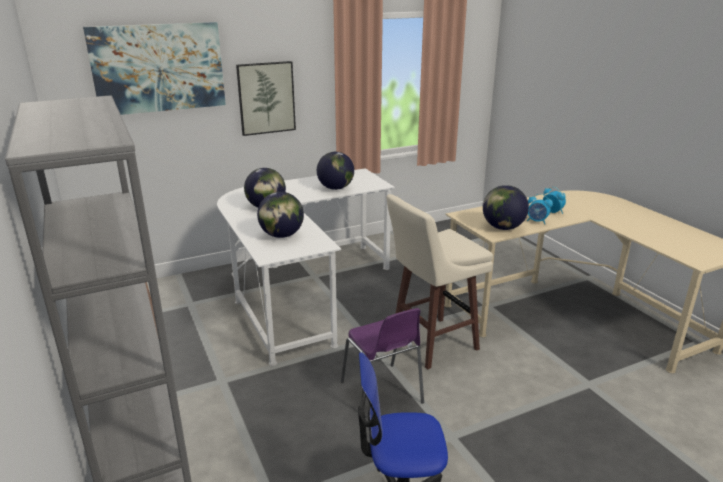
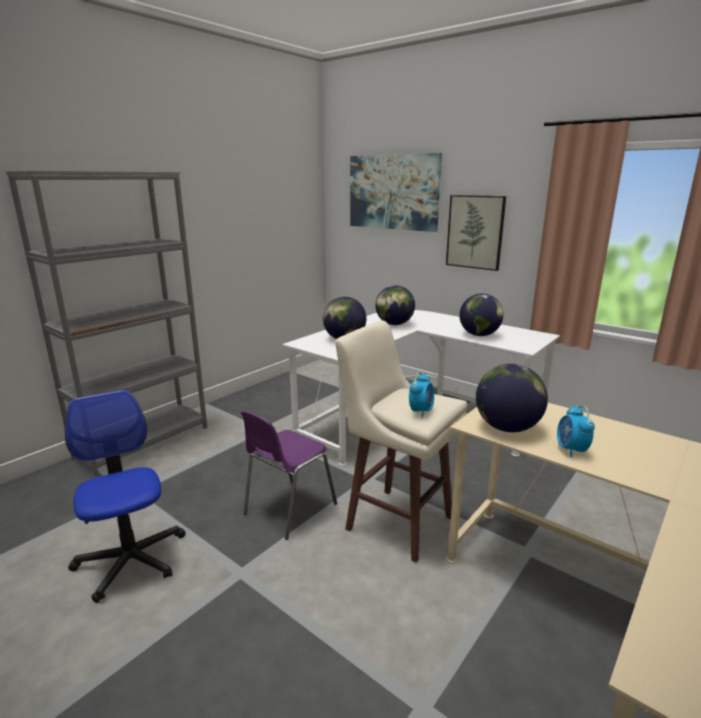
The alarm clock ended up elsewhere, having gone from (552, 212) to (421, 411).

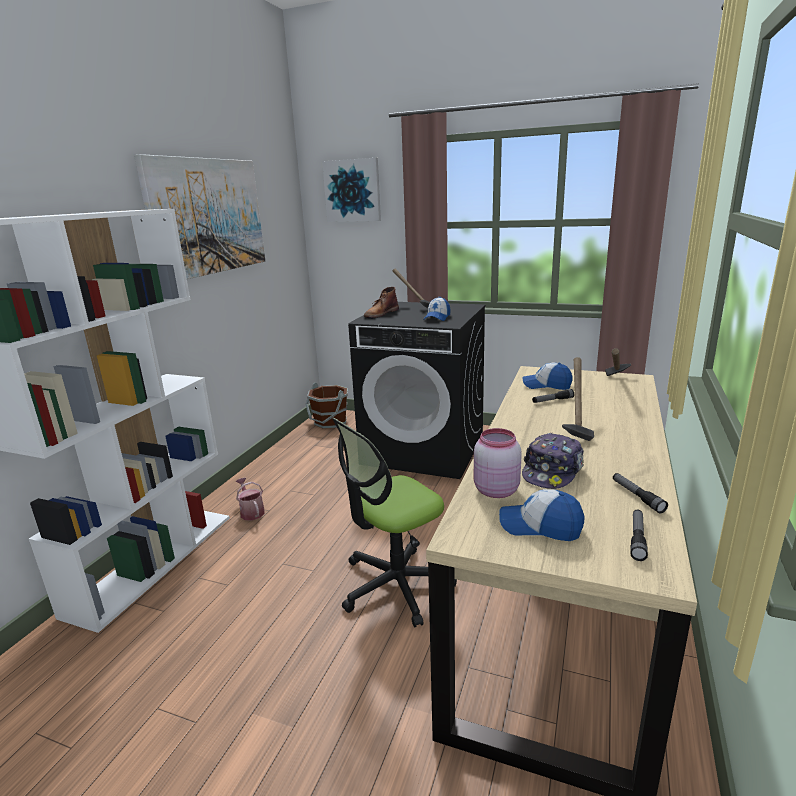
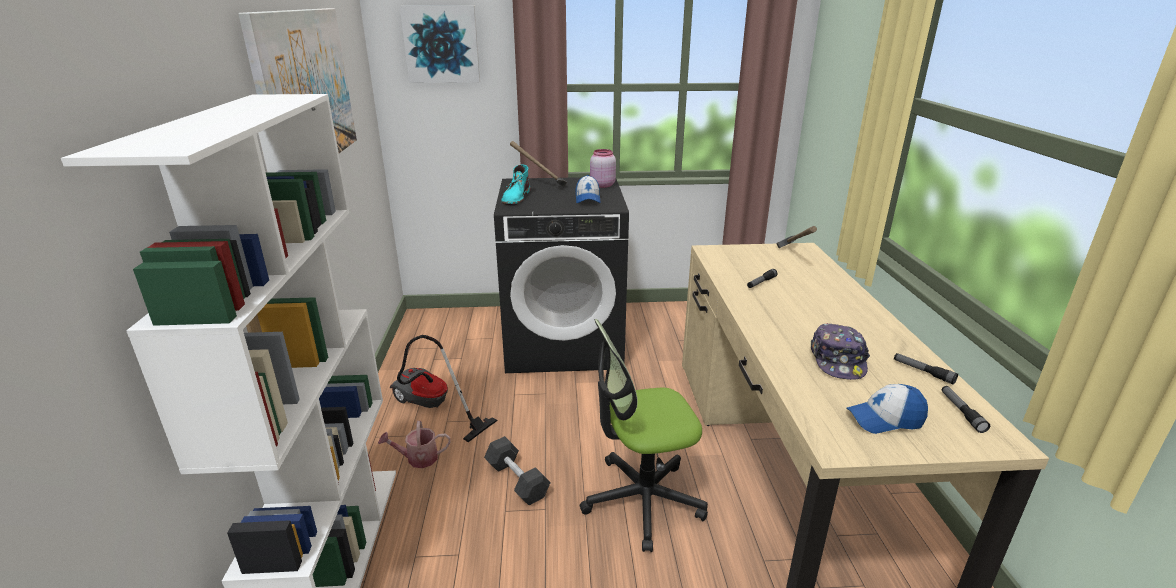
What was the brown boot at (381, 313) turned into the turquoise boot at (516, 197).
The second view lost the hammer at (574, 426).
The second view lost the cap at (546, 385).
The second view lost the brown bucket at (330, 422).
The office chair at (395, 585) ended up facing another way, 45 degrees clockwise from before.
The pink jar ended up elsewhere, having gone from (495, 490) to (601, 185).
The watering can at (251, 511) ended up facing another way, 45 degrees counterclockwise from before.
The second view gained the vacuum cleaner at (431, 408).
The second view gained the black dumbbell at (517, 480).

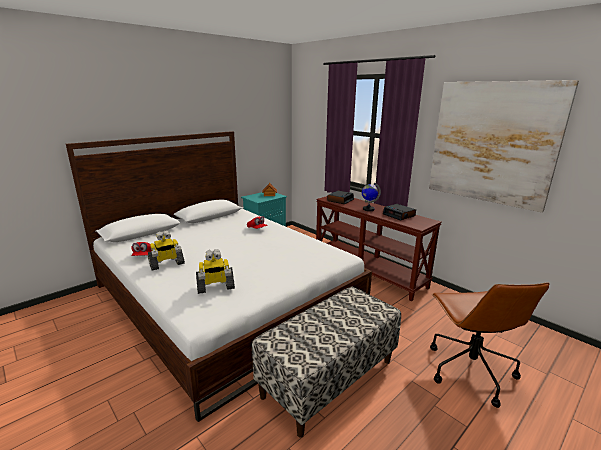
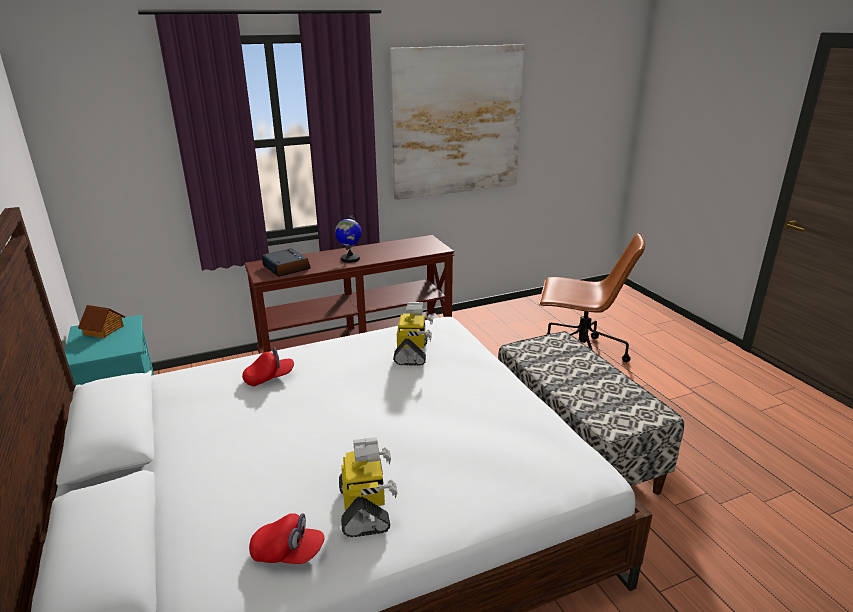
The second view lost the alarm clock at (399, 215).
The toy robot ended up elsewhere, having gone from (215, 287) to (412, 353).

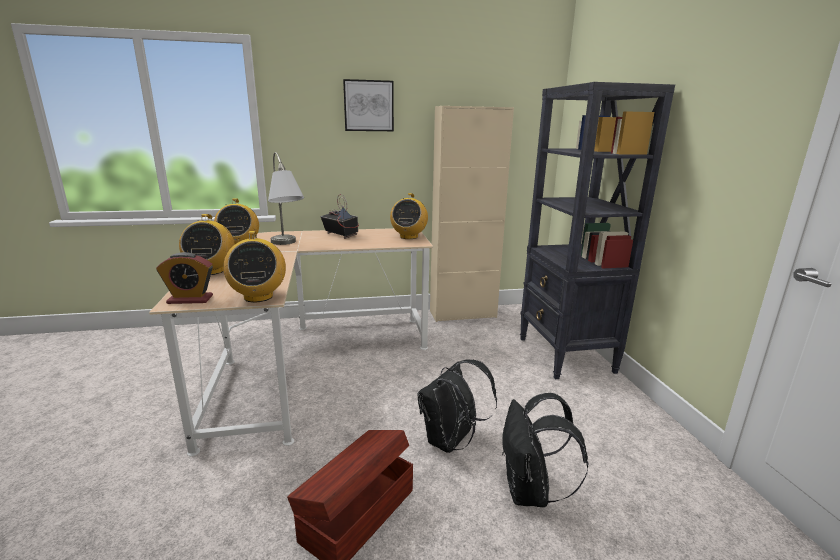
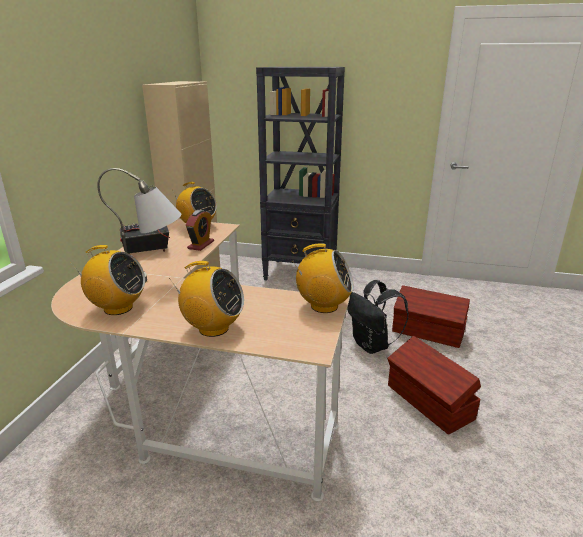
The second view lost the picture at (368, 106).
The alarm clock ended up elsewhere, having gone from (190, 299) to (201, 245).
Where the black backpack stood at (530, 492), the brown storage box came to stand at (428, 333).

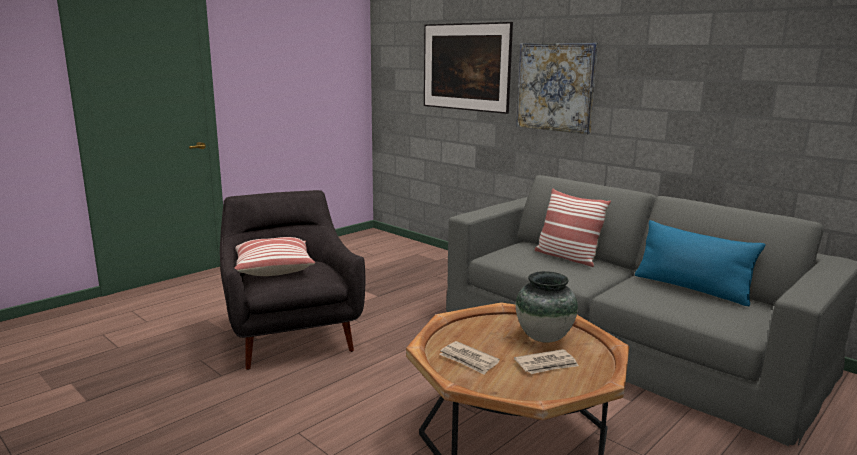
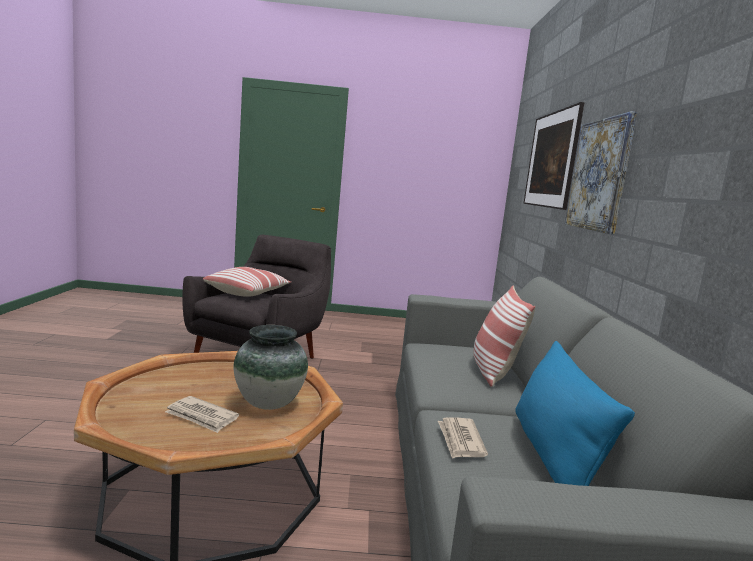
The newspaper ended up elsewhere, having gone from (468, 360) to (460, 440).

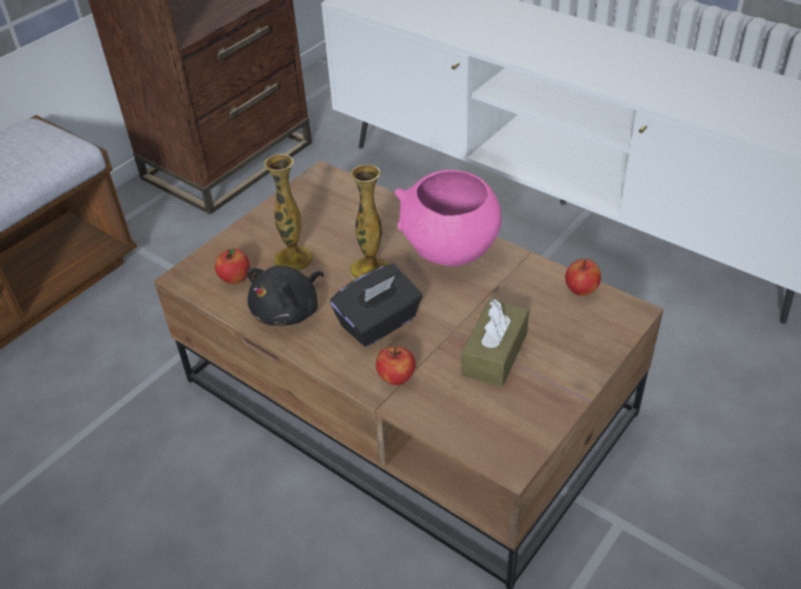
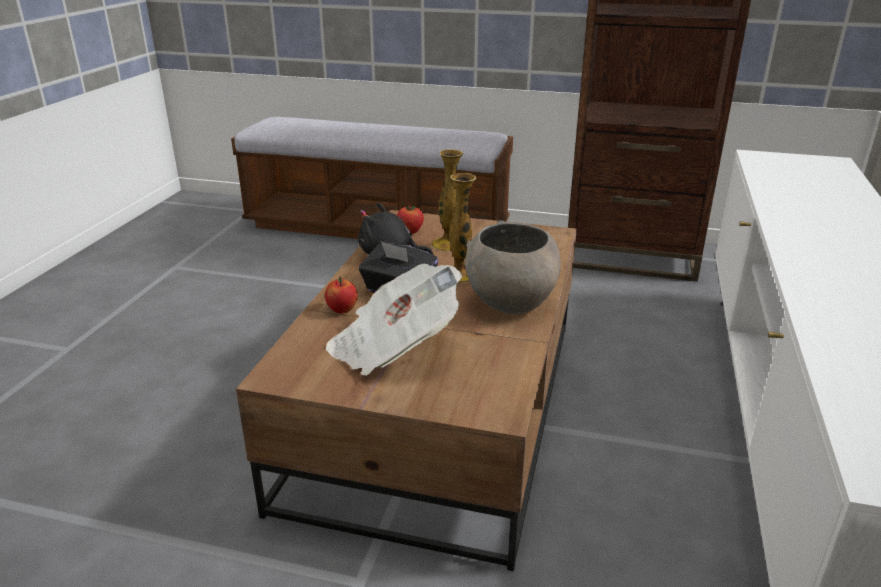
What was the pink bowl at (450, 252) turned into the grey bowl at (510, 303).
The second view lost the apple at (581, 290).
Where the brown tissue box stood at (495, 354), the newspaper came to stand at (394, 347).

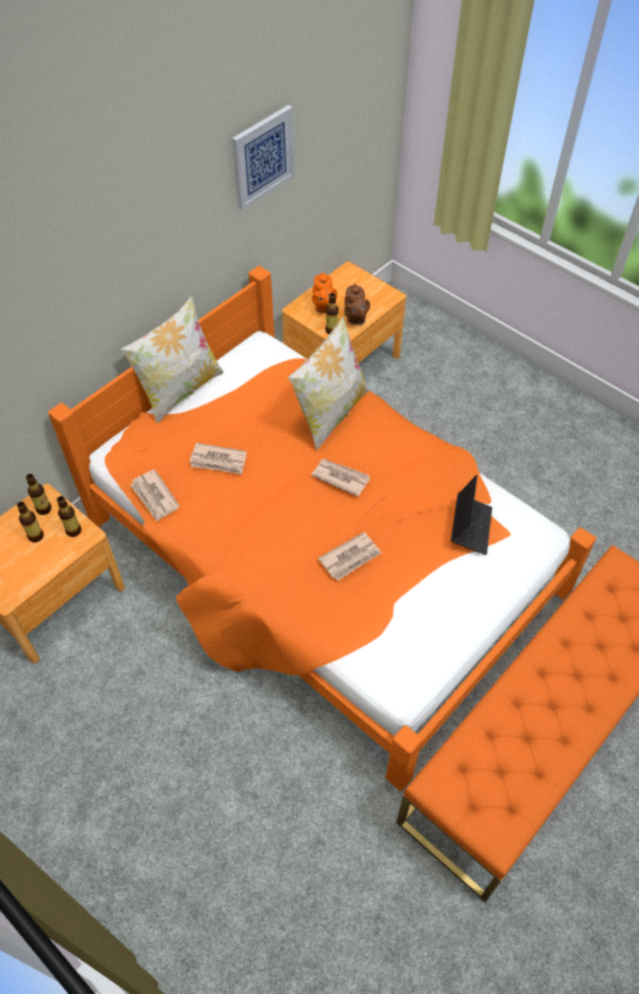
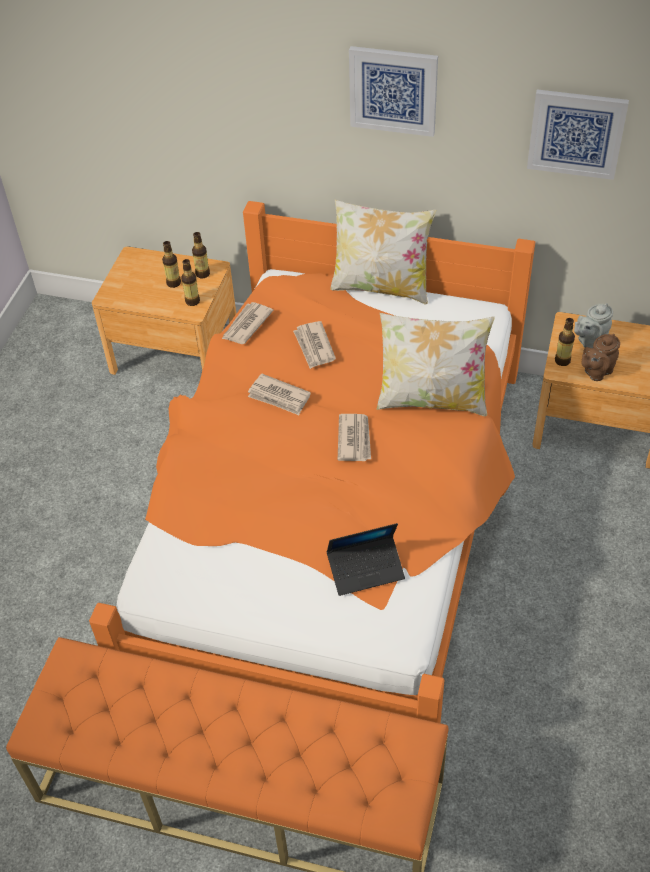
What was the orange teapot at (323, 307) turned into the grey teapot at (589, 341).
The newspaper ended up elsewhere, having gone from (351, 558) to (279, 397).
The second view gained the picture at (393, 90).

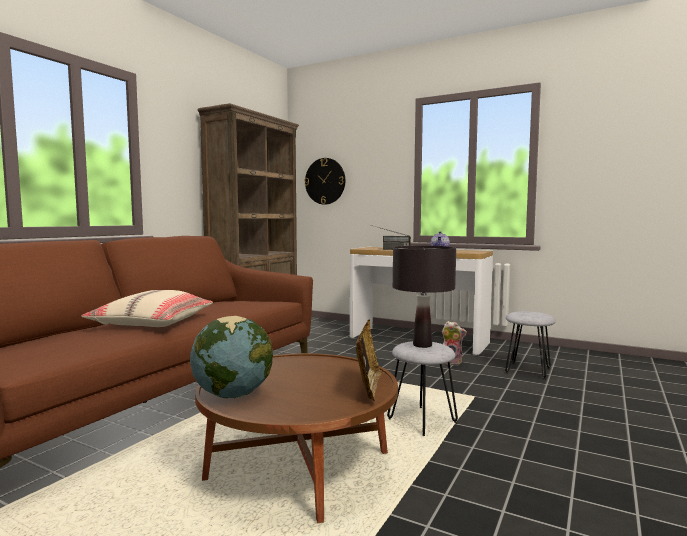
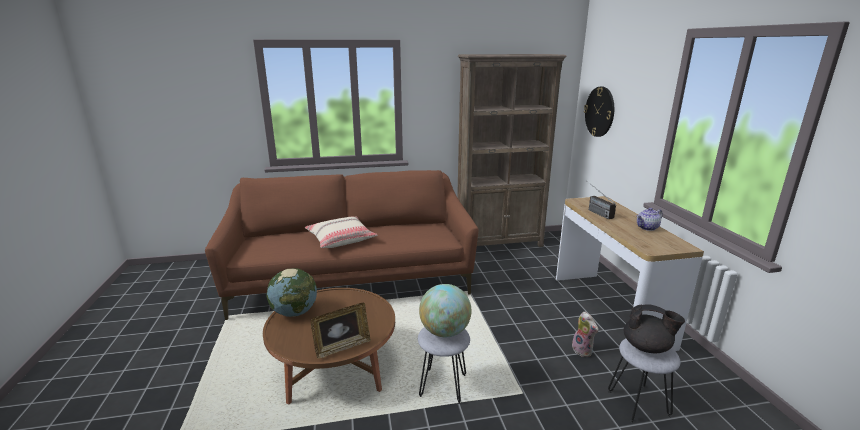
Where the black table lamp stood at (422, 345), the globe came to stand at (444, 332).
The second view gained the black teapot at (647, 347).

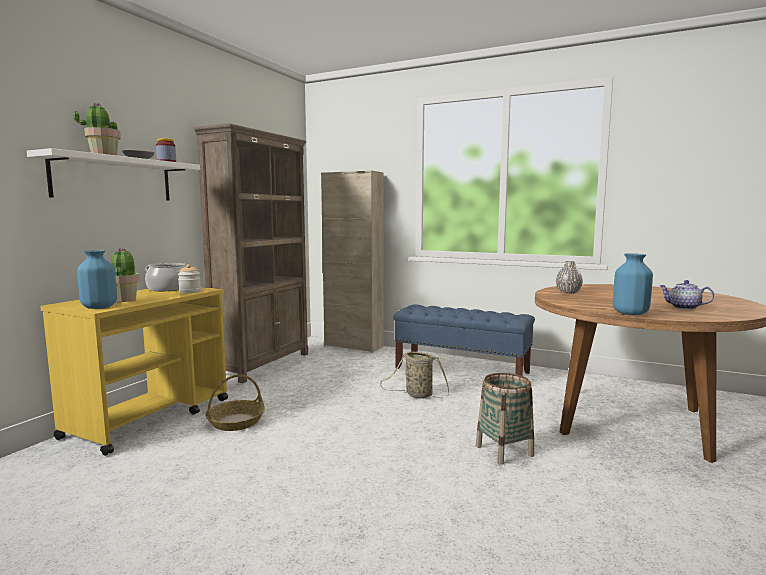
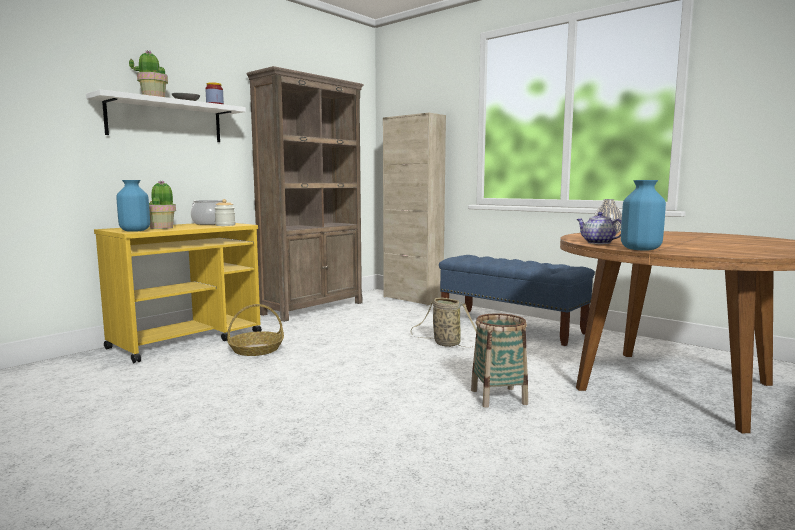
The teapot ended up elsewhere, having gone from (683, 307) to (597, 243).

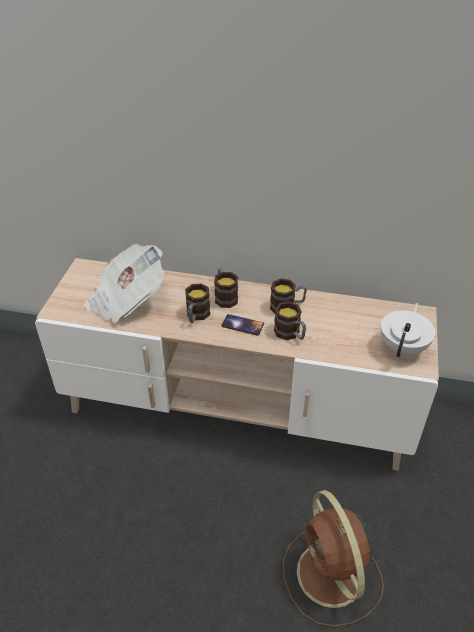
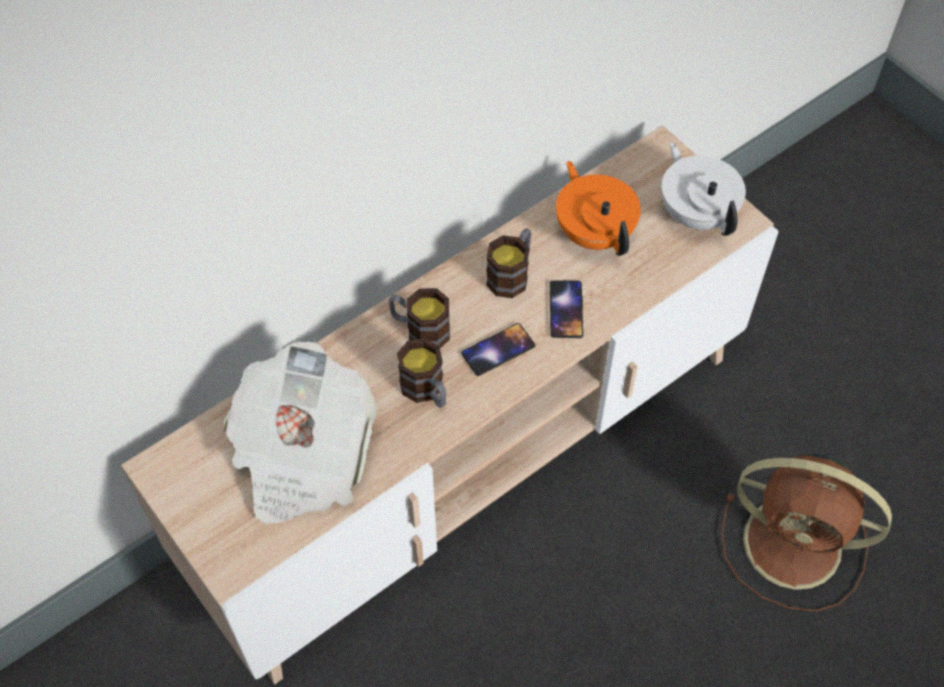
Where the mug stood at (290, 334), the phone came to stand at (566, 309).
The second view gained the orange teapot at (594, 232).

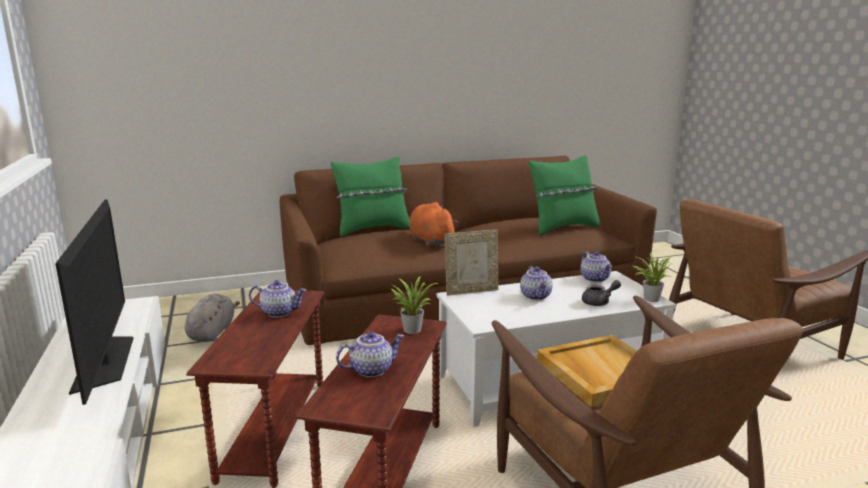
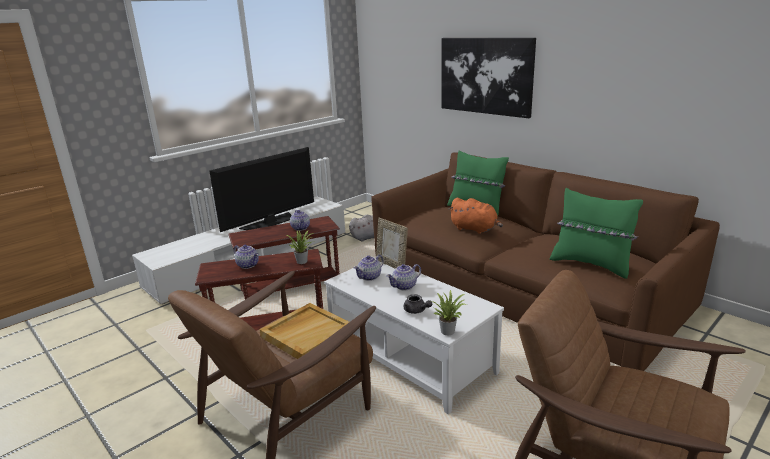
The orange plush toy at (430, 241) ended up facing another way, 90 degrees clockwise from before.
The teapot ended up elsewhere, having gone from (595, 279) to (369, 277).
The second view gained the picture at (485, 76).

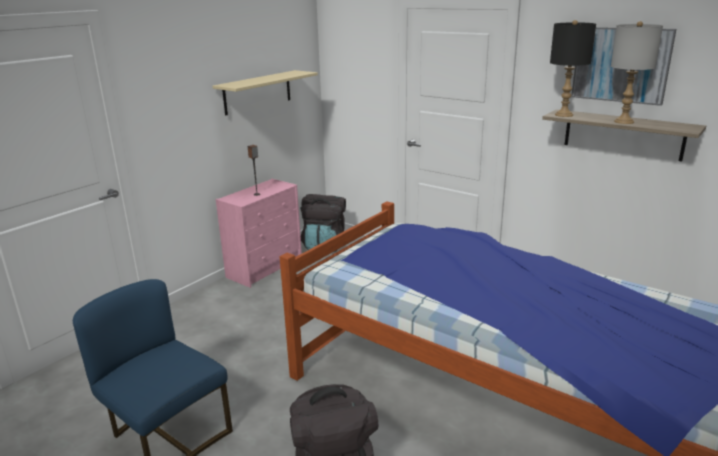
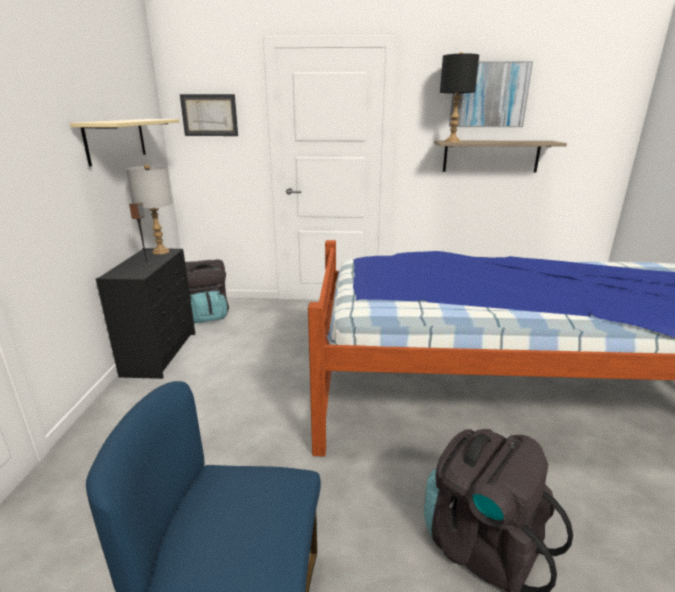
The grey table lamp ended up elsewhere, having gone from (624, 122) to (161, 252).
What was the pink dresser at (265, 268) turned into the black dresser at (160, 353).
The second view gained the picture at (209, 115).

